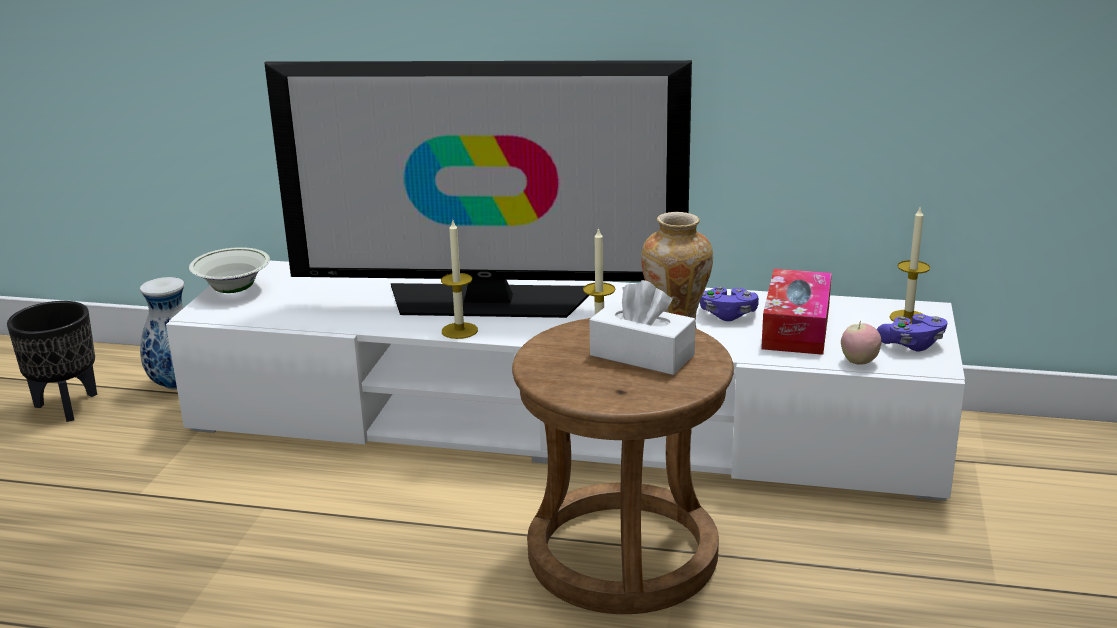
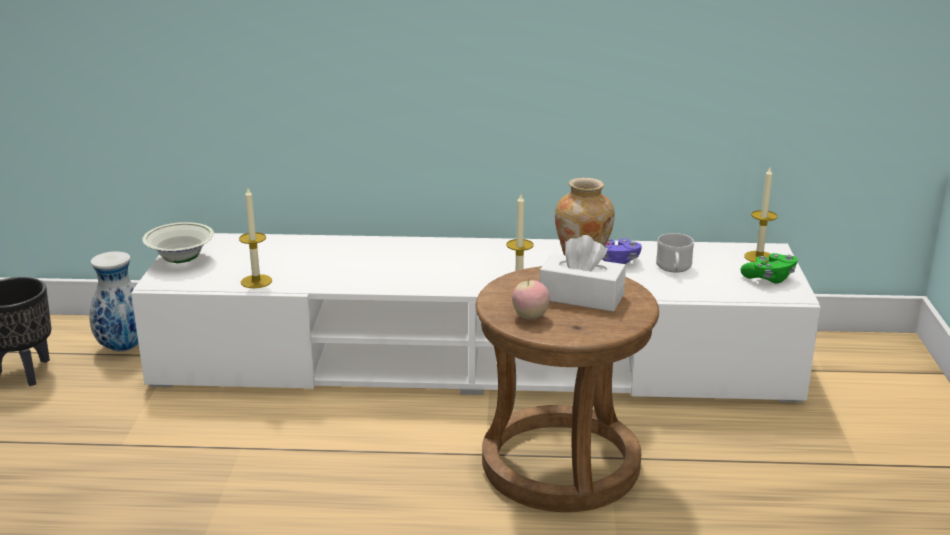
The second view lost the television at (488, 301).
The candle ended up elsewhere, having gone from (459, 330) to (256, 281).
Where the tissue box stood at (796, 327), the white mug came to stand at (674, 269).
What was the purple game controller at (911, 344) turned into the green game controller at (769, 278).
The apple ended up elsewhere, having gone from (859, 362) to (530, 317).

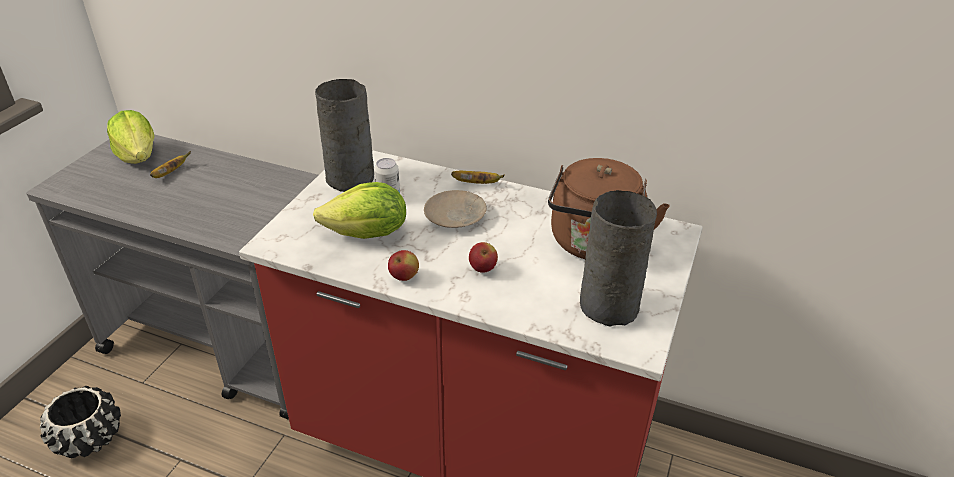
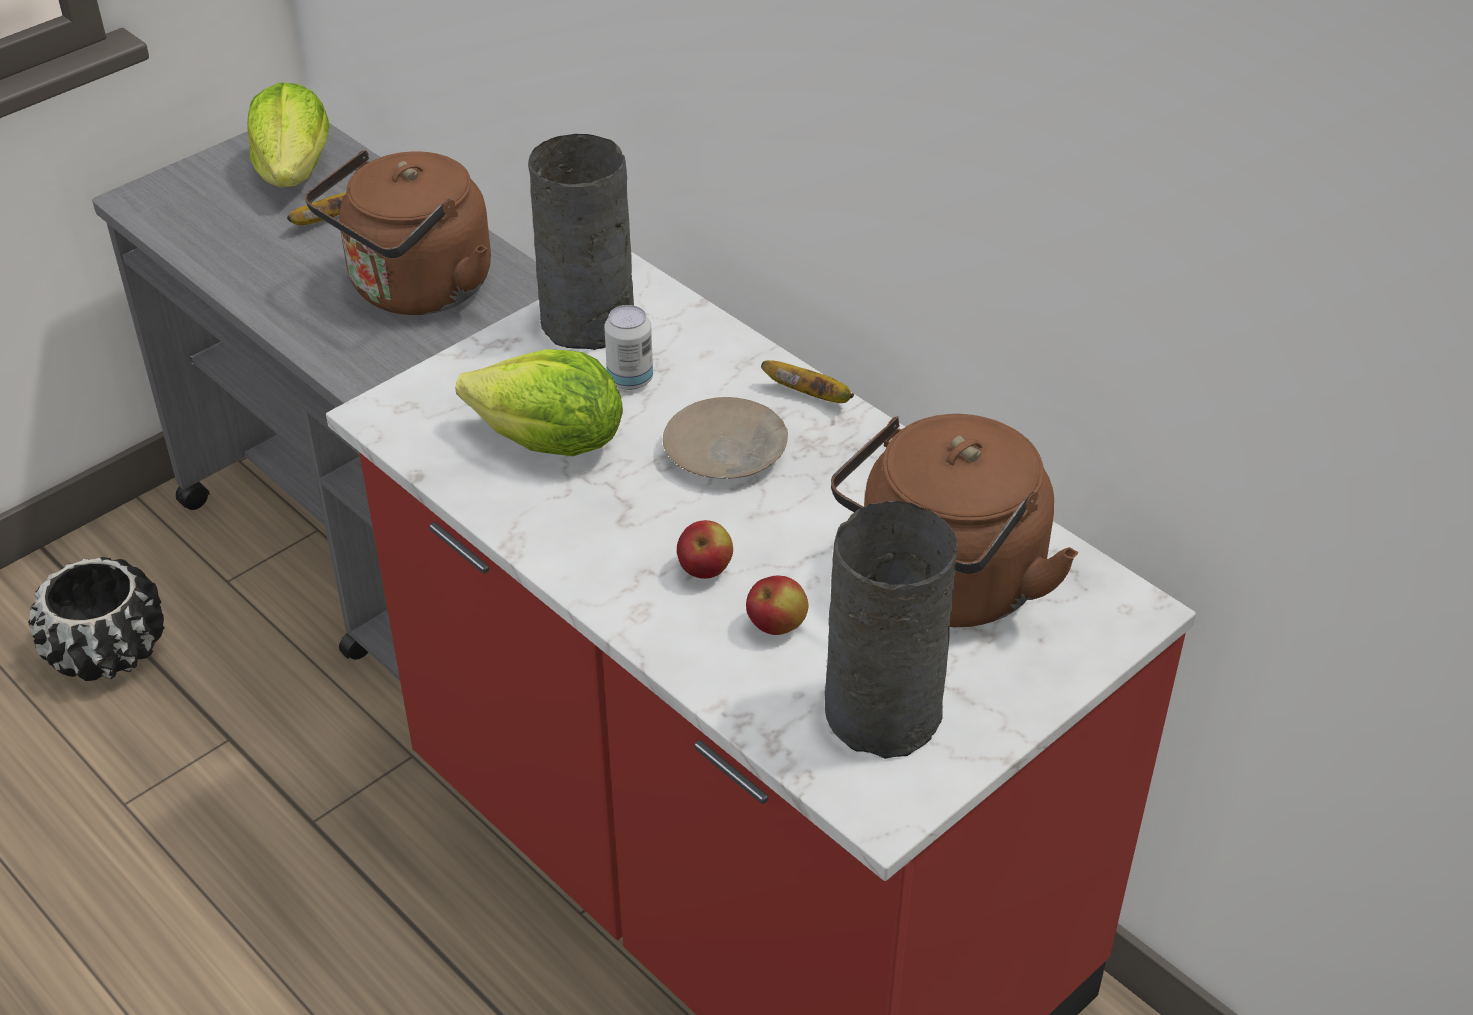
The apple ended up elsewhere, having gone from (404, 277) to (776, 626).
The second view gained the brown kettle at (415, 290).

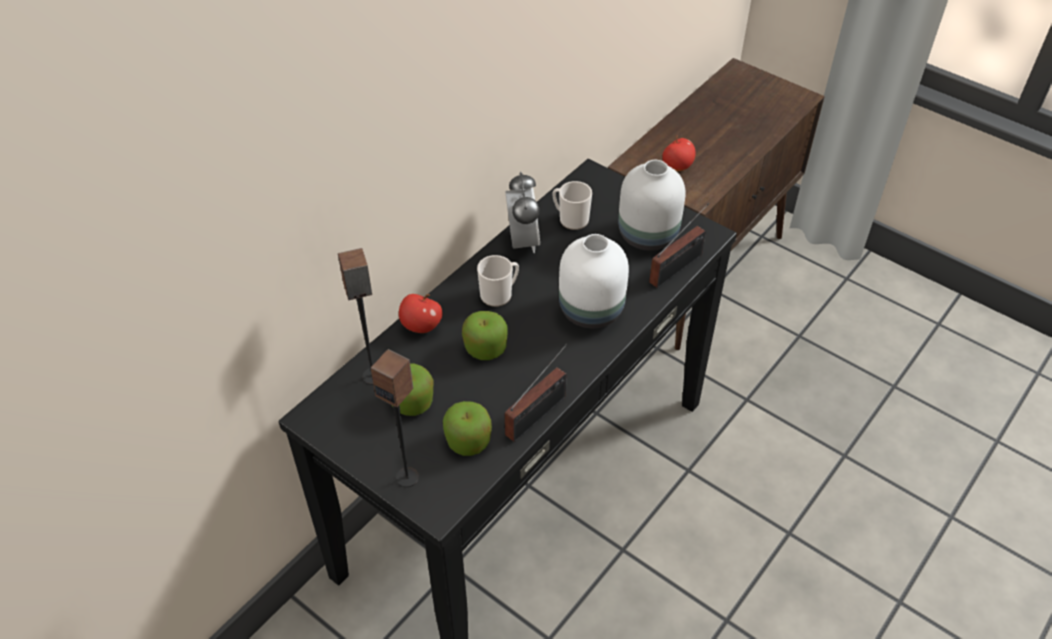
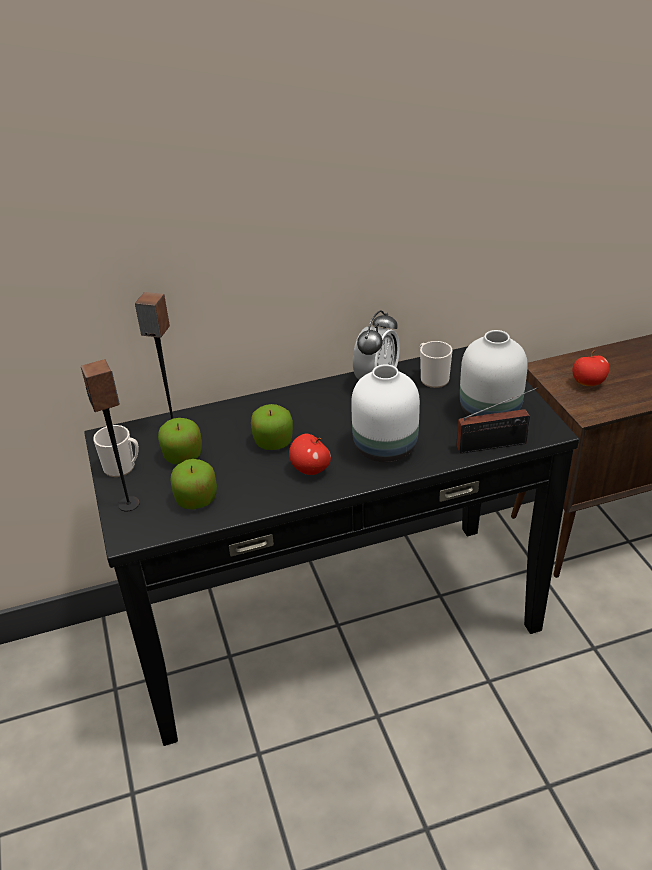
The mug ended up elsewhere, having gone from (499, 294) to (122, 467).
The apple ended up elsewhere, having gone from (421, 326) to (310, 469).
The second view lost the radio at (539, 414).

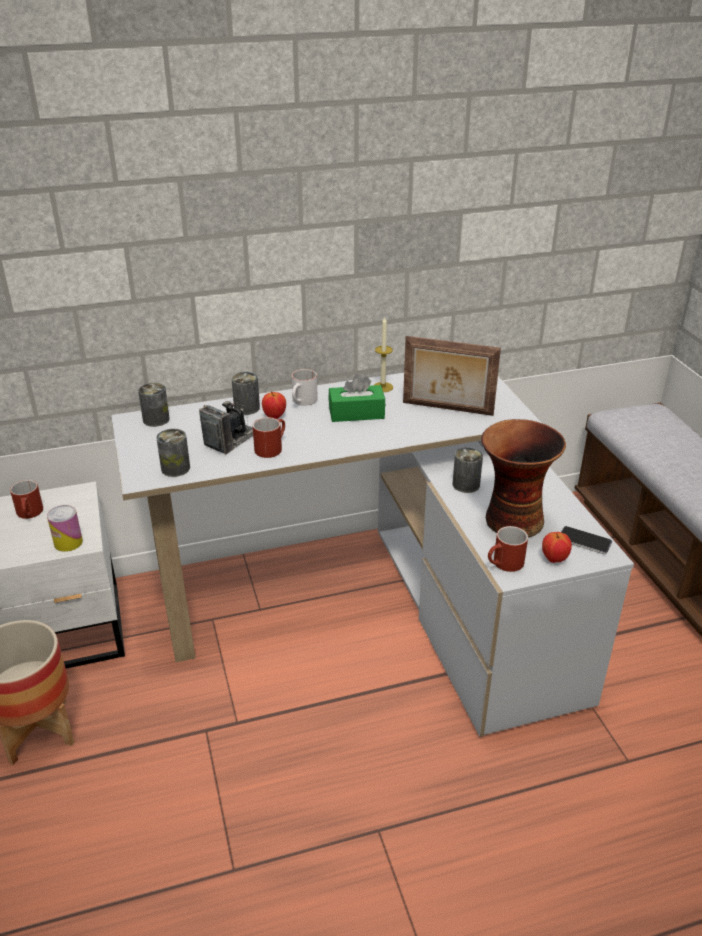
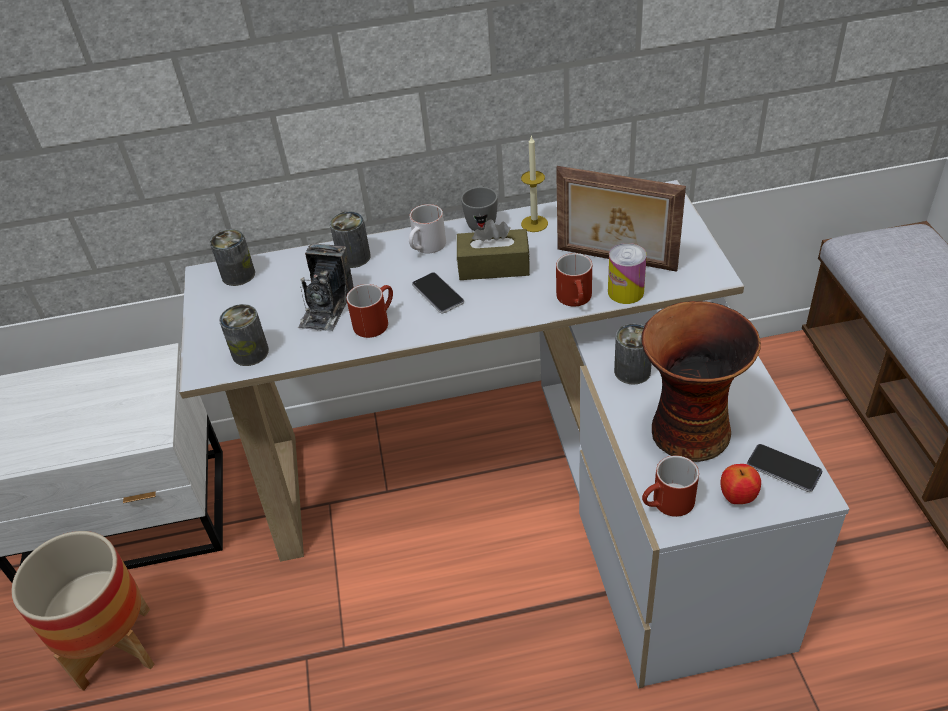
What was the green tissue box at (356, 413) turned into the brown tissue box at (493, 266).
The second view lost the apple at (274, 416).
The photo camera at (231, 439) ended up facing another way, 150 degrees clockwise from before.
The red mug ended up elsewhere, having gone from (30, 514) to (577, 299).
The can ended up elsewhere, having gone from (68, 542) to (625, 292).
The second view gained the grey mug at (481, 222).
The second view gained the phone at (438, 294).

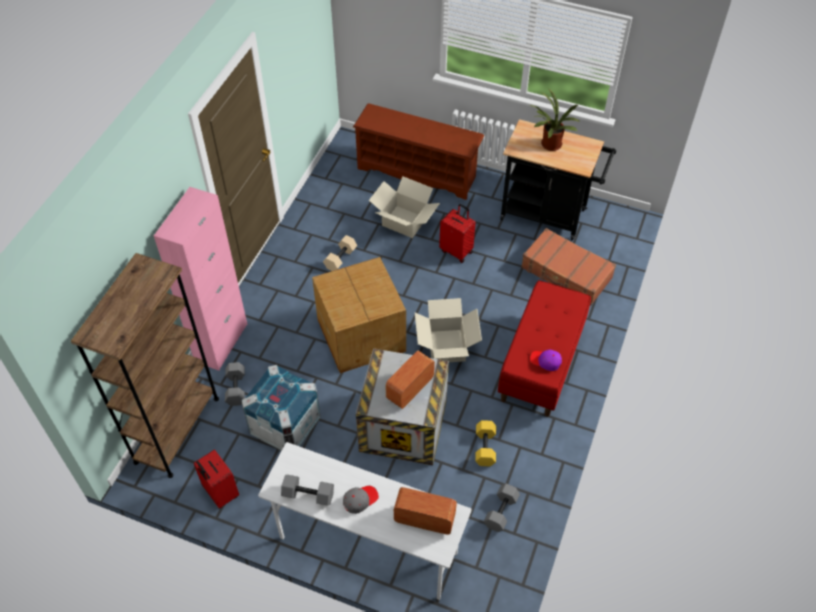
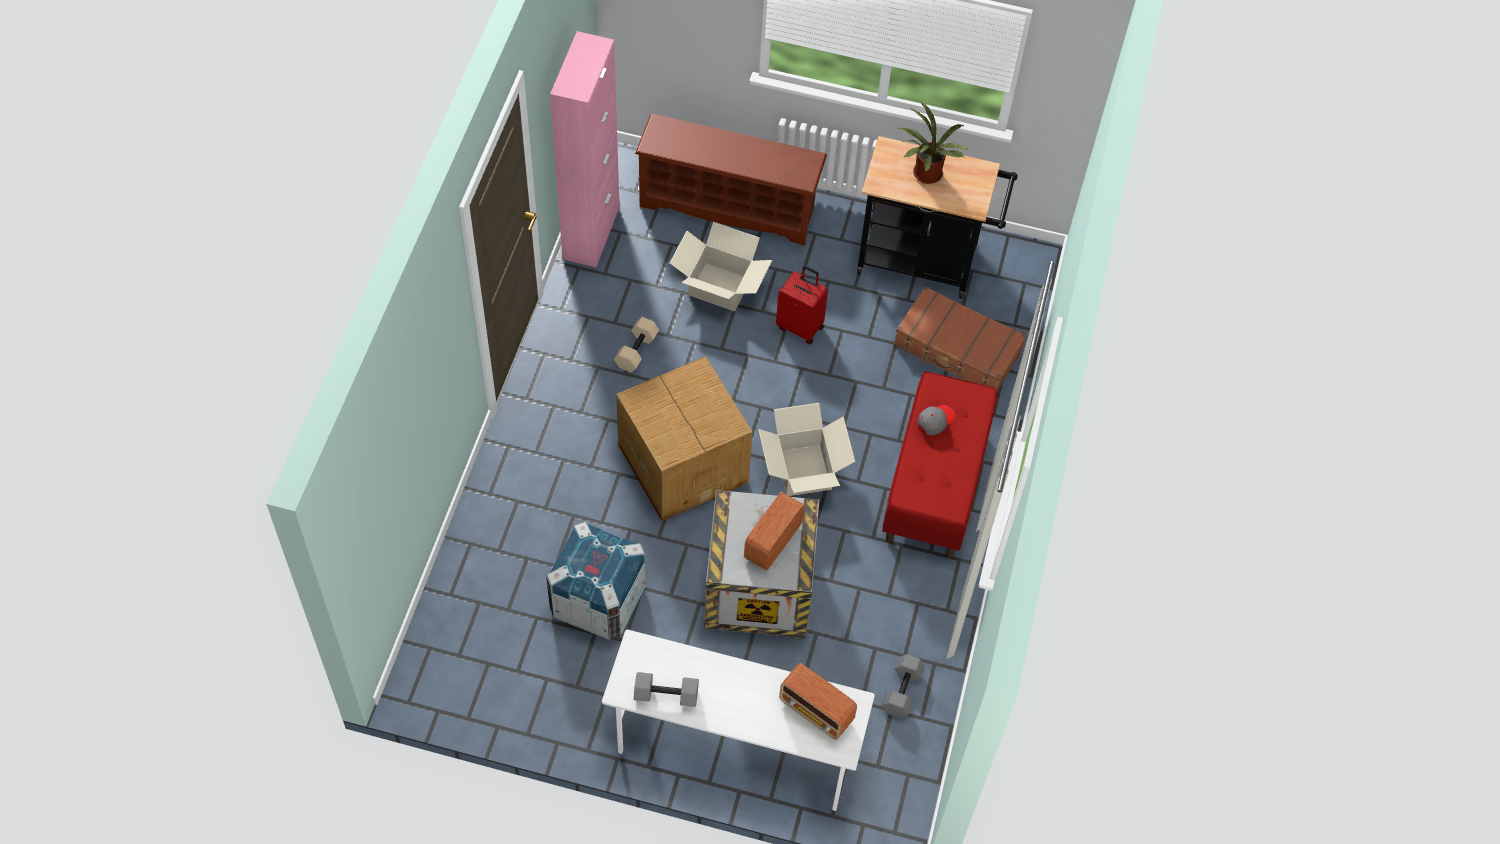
The pink cabinet ended up elsewhere, having gone from (221, 343) to (591, 233).
The second view lost the brown bookcase at (177, 429).
The second view lost the purple cap at (545, 361).
The second view lost the grey dumbbell at (235, 388).
The second view lost the yellow dumbbell at (485, 448).
The second view lost the red suitcase at (220, 493).
The grey cap ended up elsewhere, having gone from (360, 500) to (935, 420).
The radio at (424, 518) ended up facing another way, 150 degrees counterclockwise from before.

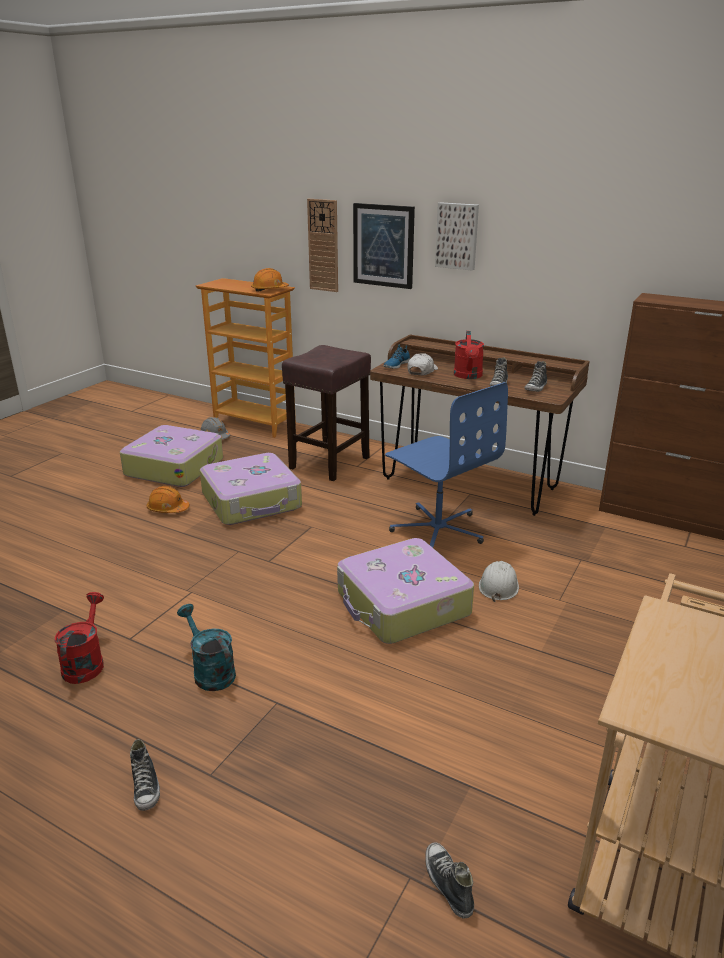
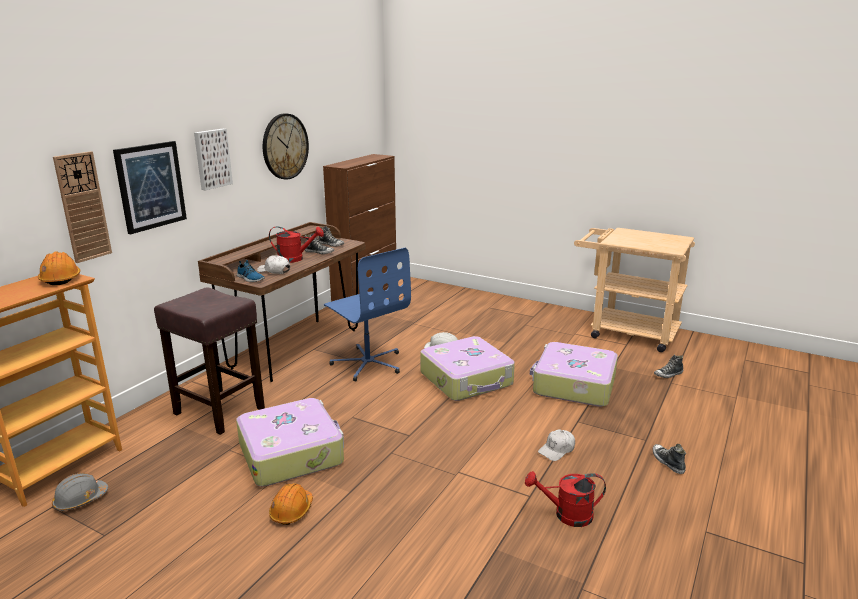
The blue office chair at (438, 529) ended up facing another way, 90 degrees clockwise from before.
The suitcase ended up elsewhere, having gone from (174, 467) to (573, 385).
Where the turquoise watering can stood at (210, 671), the white cap came to stand at (557, 450).
The shoe at (146, 787) ended up facing another way, 90 degrees counterclockwise from before.
The second view gained the wall clock at (285, 146).

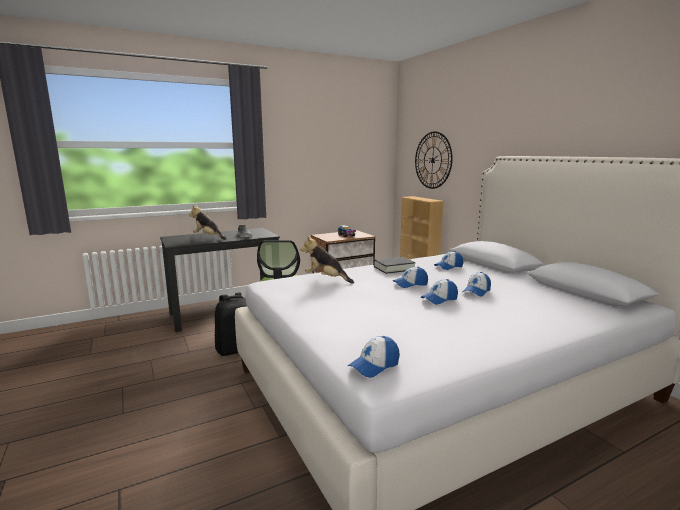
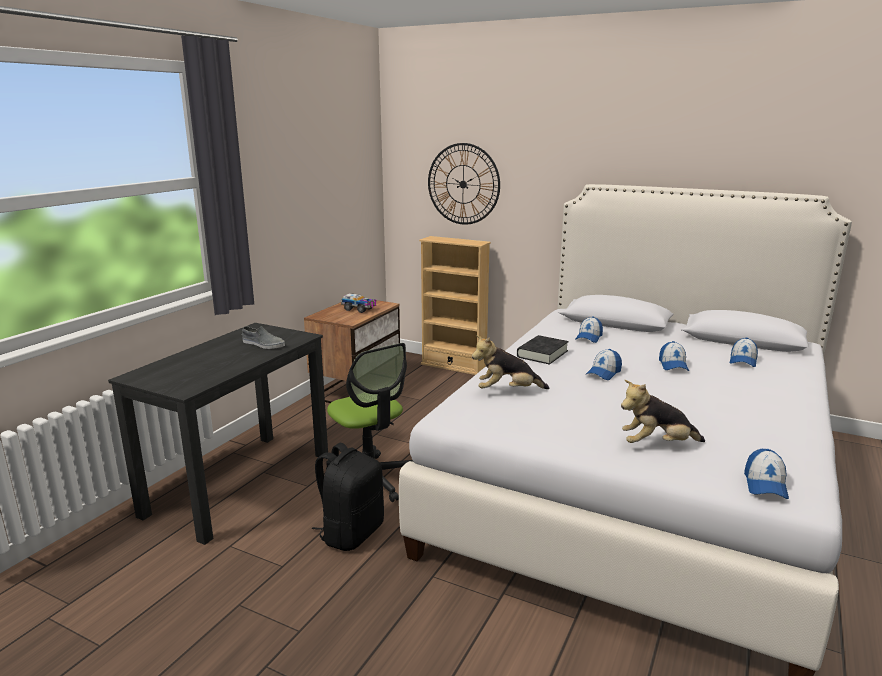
The plush toy ended up elsewhere, having gone from (208, 237) to (657, 445).
The cap ended up elsewhere, having gone from (439, 299) to (743, 361).

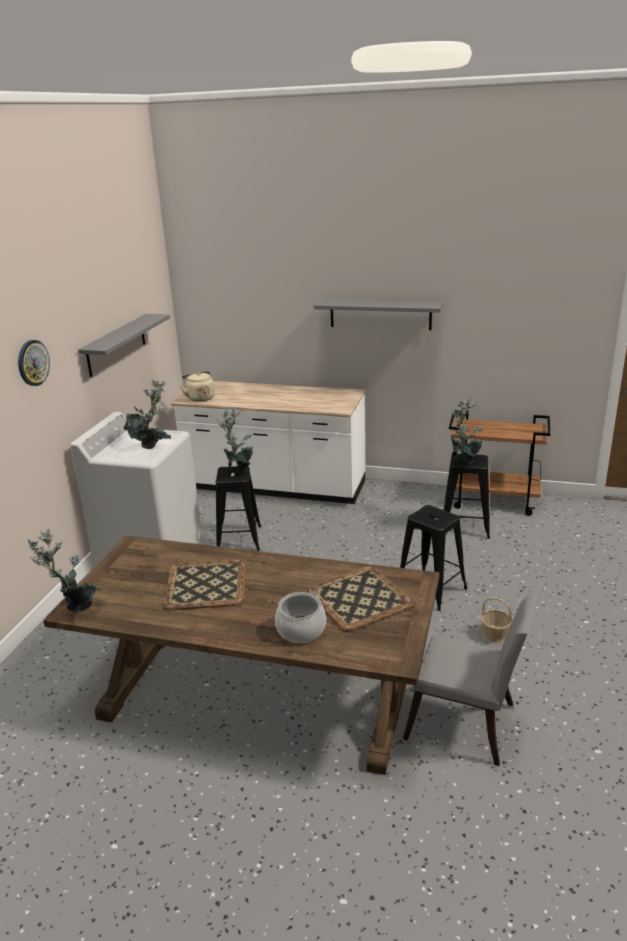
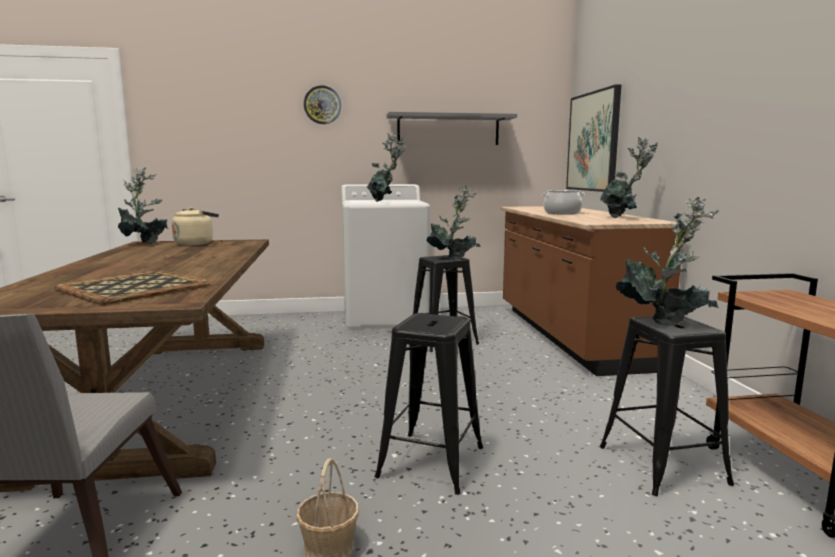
The second view lost the grey shelf at (380, 314).
The beige kettle ended up elsewhere, having gone from (200, 398) to (196, 243).
What was the white counter at (275, 487) turned into the brown counter at (568, 336).
The second view lost the tray at (205, 584).
The cooking pot ended up elsewhere, having gone from (300, 630) to (562, 213).
The second view gained the picture at (593, 142).
The second view gained the potted plant at (623, 217).

